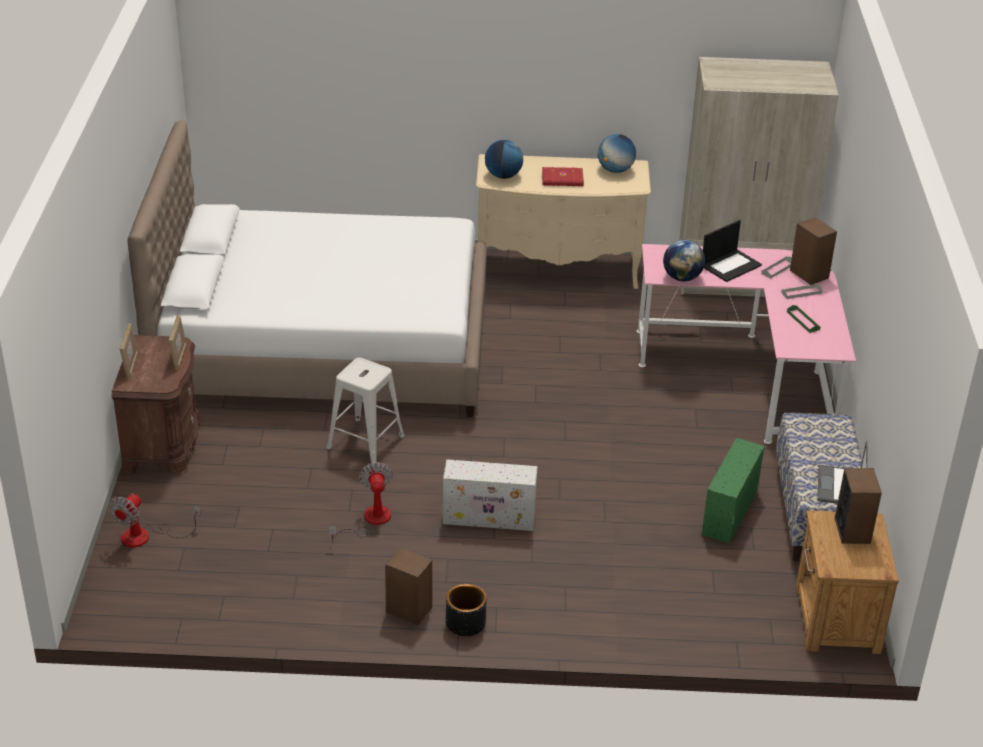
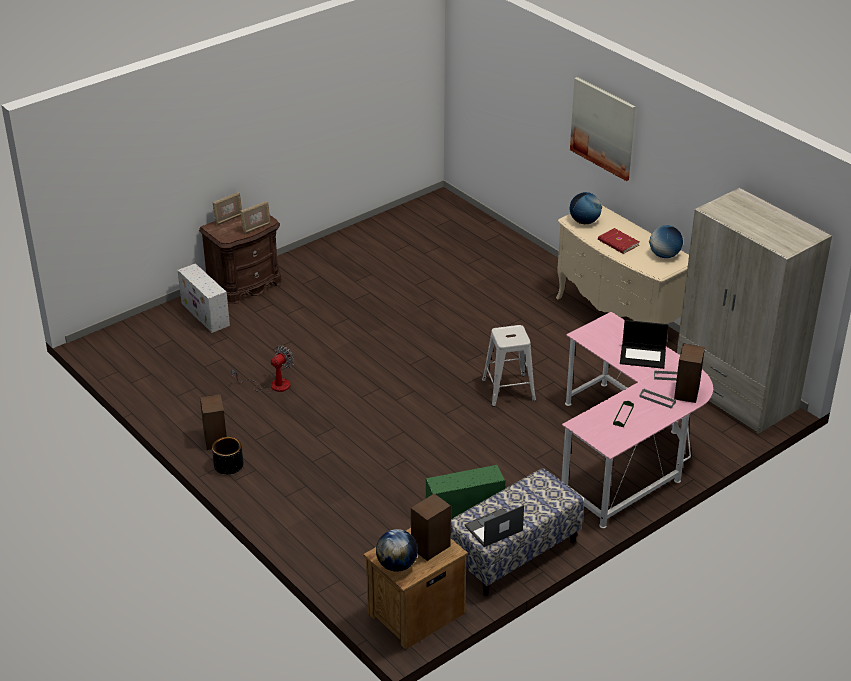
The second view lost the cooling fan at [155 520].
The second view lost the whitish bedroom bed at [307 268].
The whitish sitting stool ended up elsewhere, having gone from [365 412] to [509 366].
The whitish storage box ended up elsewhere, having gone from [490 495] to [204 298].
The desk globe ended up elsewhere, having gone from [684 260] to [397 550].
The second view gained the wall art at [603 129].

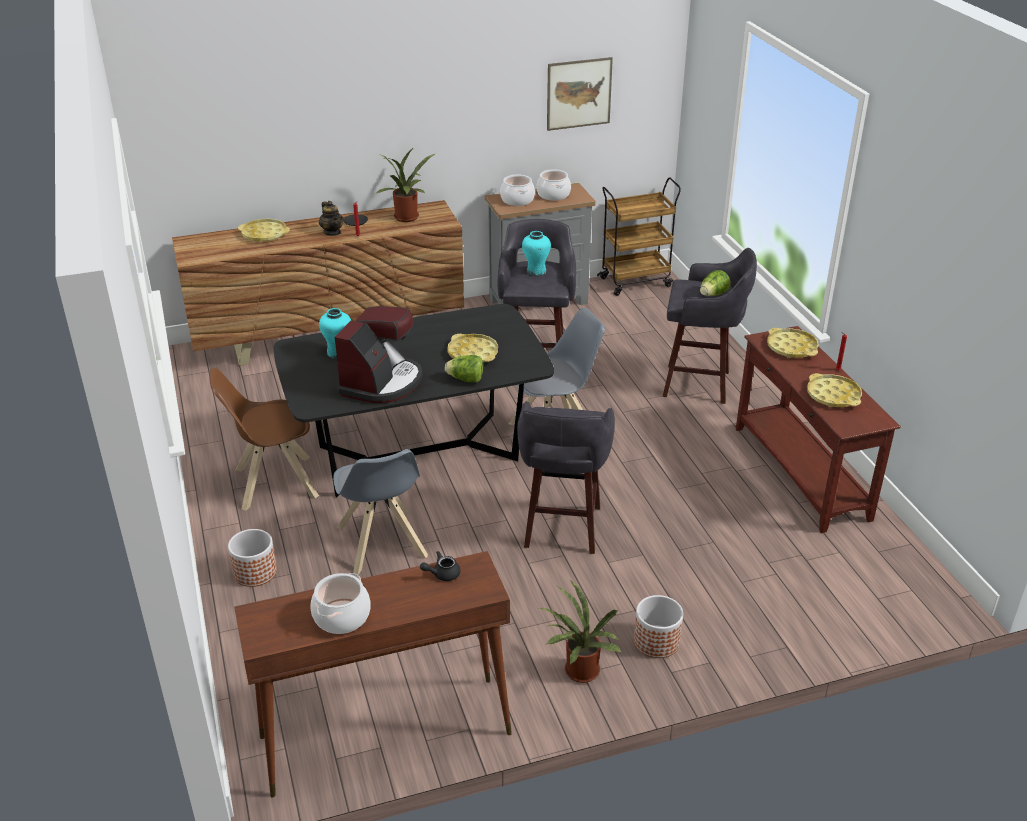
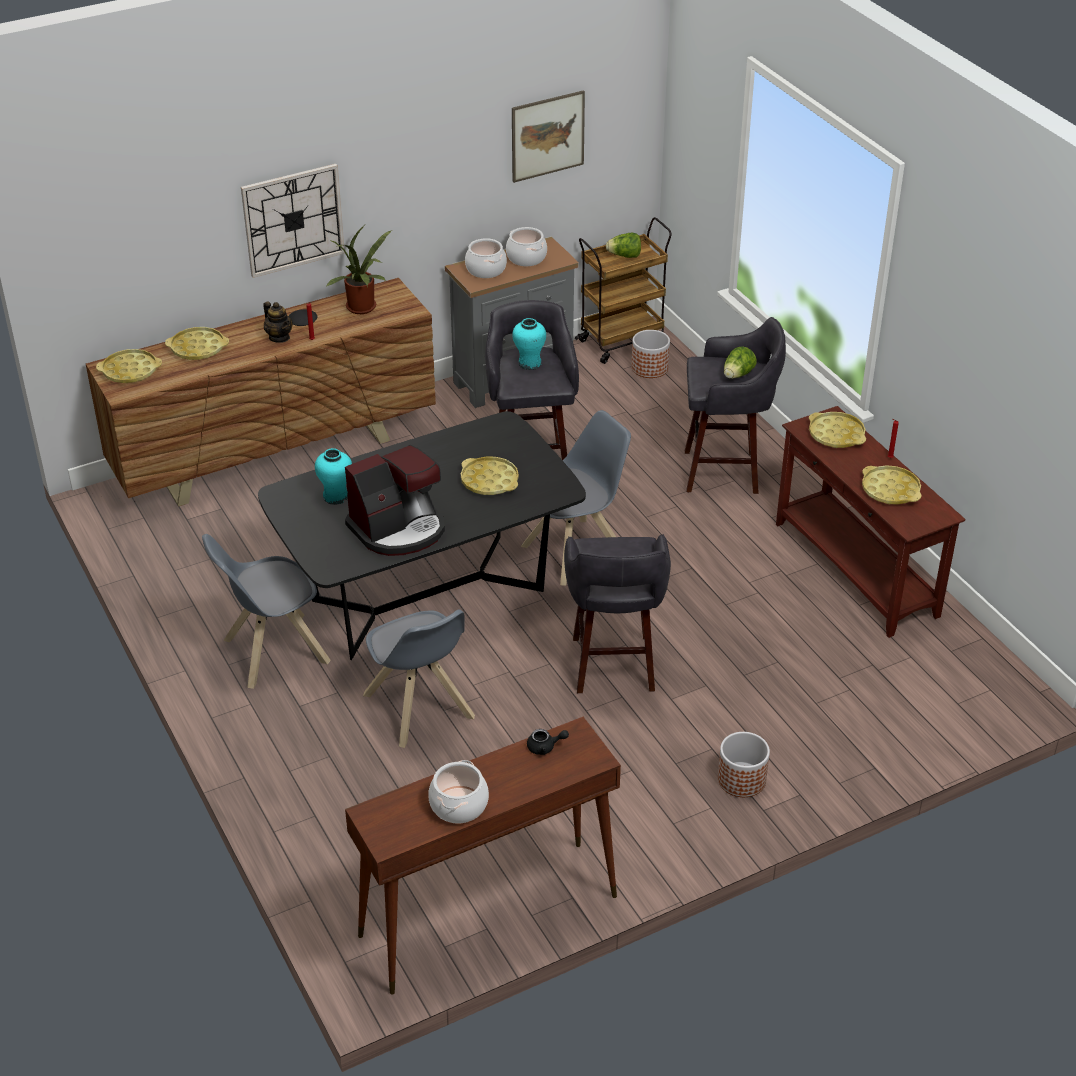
What was the brown upright chair at [264 439] turned into the greyish upright chair at [266 611].
The planter ended up elsewhere, having gone from [252 558] to [651 354].
The coffee brewer at [378 354] ended up facing another way, 45 degrees clockwise from before.
The black-coloured pot for tea at [440 566] ended up facing another way, 150 degrees counterclockwise from before.
The lettuce ended up elsewhere, having gone from [464 369] to [623 245].
The second view lost the houseplant at [580 631].
The second view gained the yellowish tray at [129 366].
The second view gained the clock on the wall at [293 221].

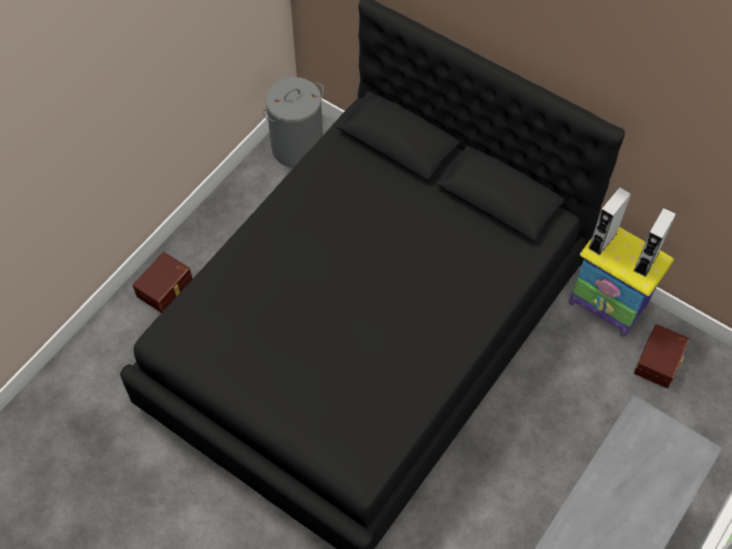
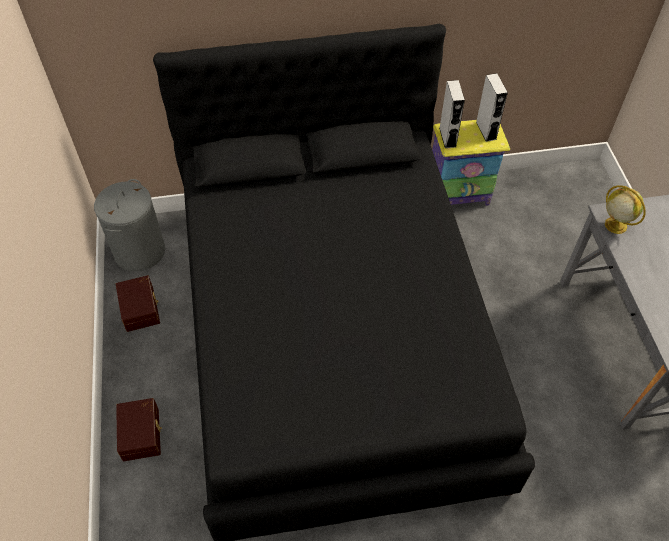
The brown storage box ended up elsewhere, having gone from [662 356] to [138 303].
The second view gained the desk globe at [625 209].

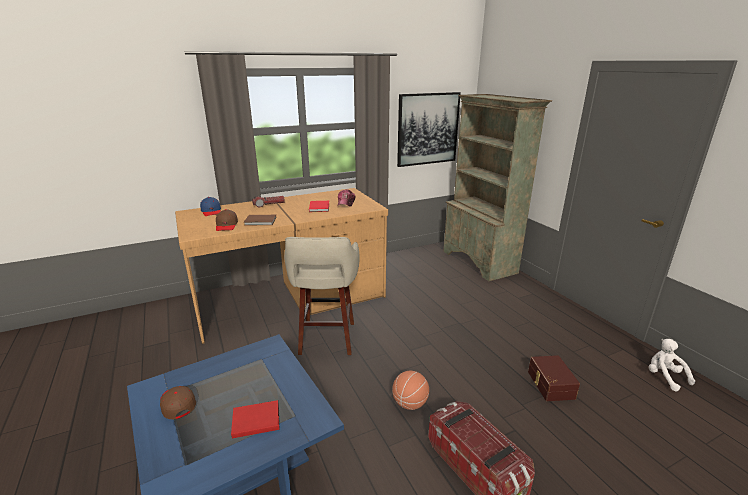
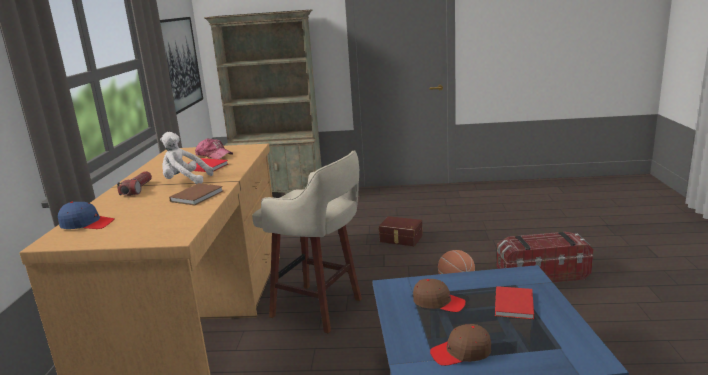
The brown peaked cap ended up elsewhere, having gone from [227 220] to [439 295].
The brown storage box ended up elsewhere, having gone from [554 378] to [401 231].
The whitish cuddly toy ended up elsewhere, having gone from [672 365] to [186 158].

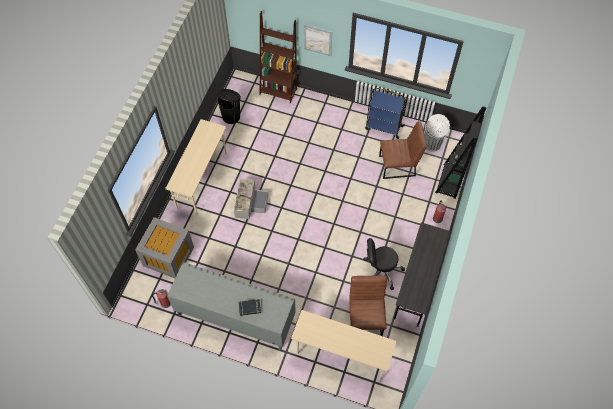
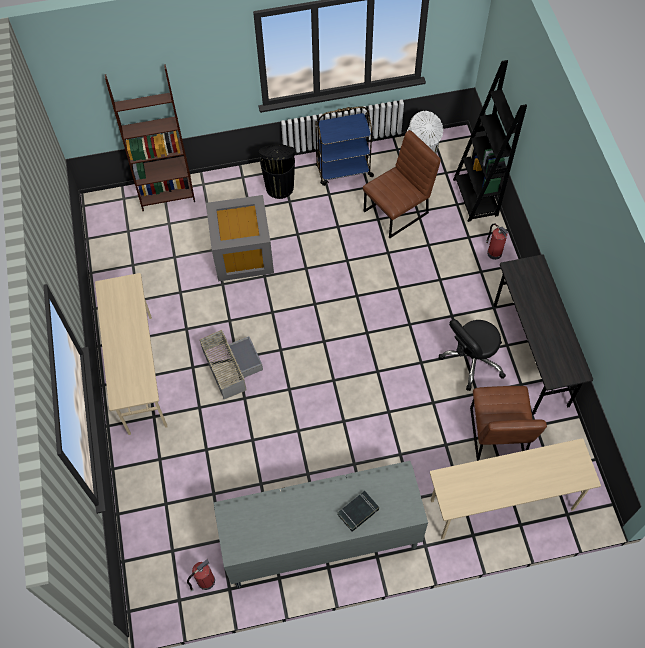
The greyish storage box ended up elsewhere, having gone from [164 247] to [240 238].
The black-coloured waste bin ended up elsewhere, having gone from [229 106] to [277 171].
The second view lost the wall art at [318 40].
The brown upright chair at [368 306] ended up facing another way, 150 degrees counterclockwise from before.

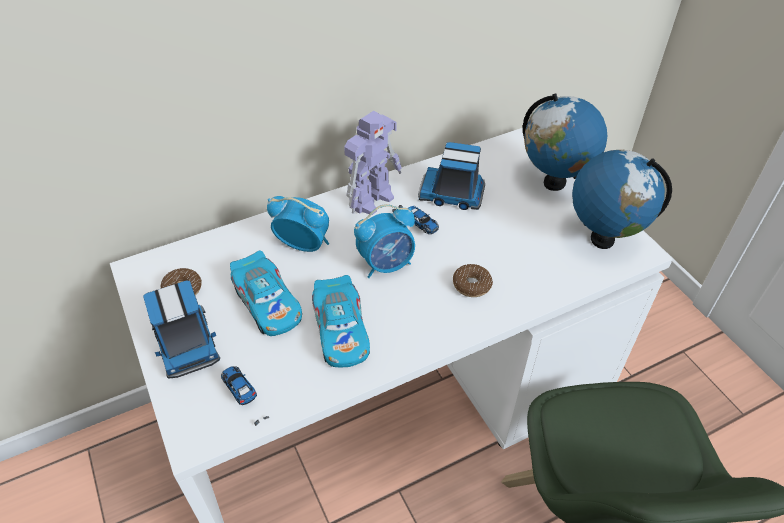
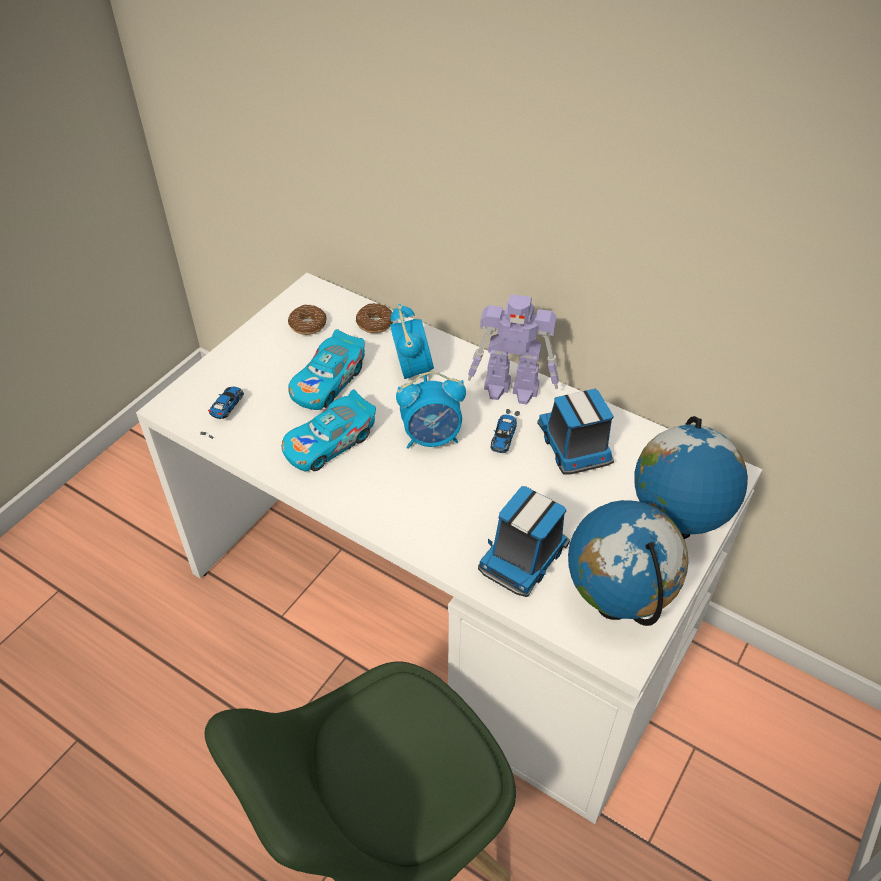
The model truck ended up elsewhere, having gone from [181 329] to [524 541].
The table clock at [384 241] ended up facing another way, 45 degrees counterclockwise from before.
The doughnut ended up elsewhere, having gone from [473 280] to [375 318].

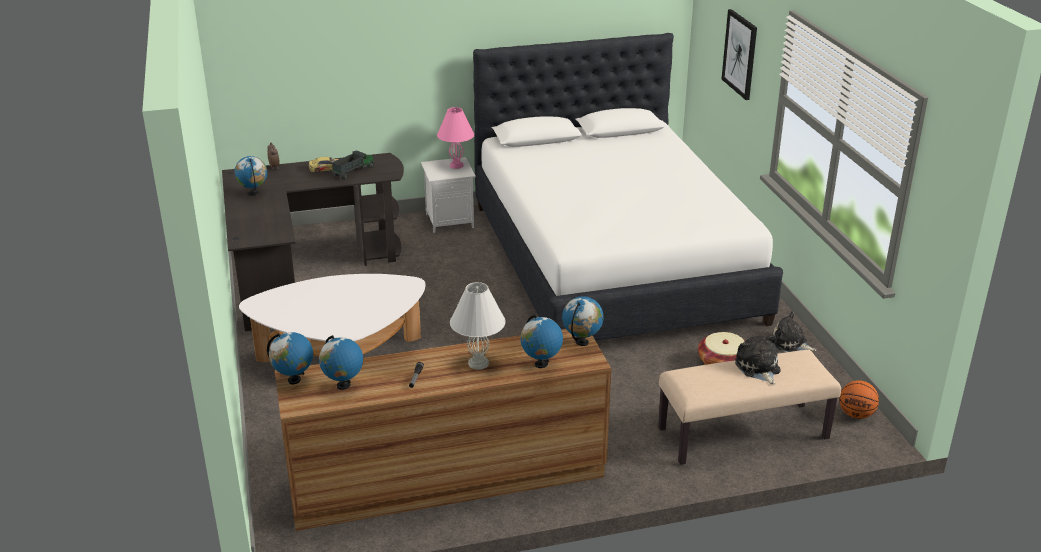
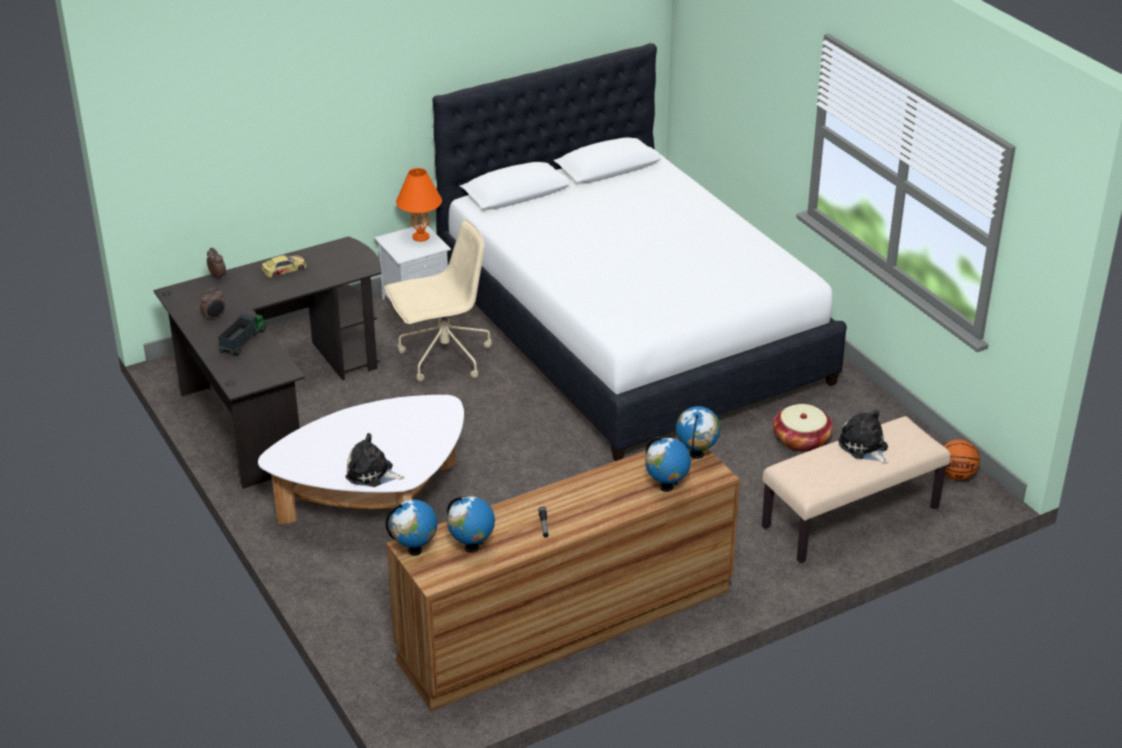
Where the desk globe stood at [250 176], the table clock came to stand at [212 304].
The model truck ended up elsewhere, having gone from [353 164] to [242 334].
What was the pink-coloured tabletop lamp at [455 138] turned into the orange tabletop lamp at [419 205].
The second view lost the whitish tabletop lamp at [478 326].
The second view lost the wall art at [739 54].
The cuddly toy ended up elsewhere, having gone from [794 332] to [375 460].
The second view gained the beige-coloured desk chair at [438 300].

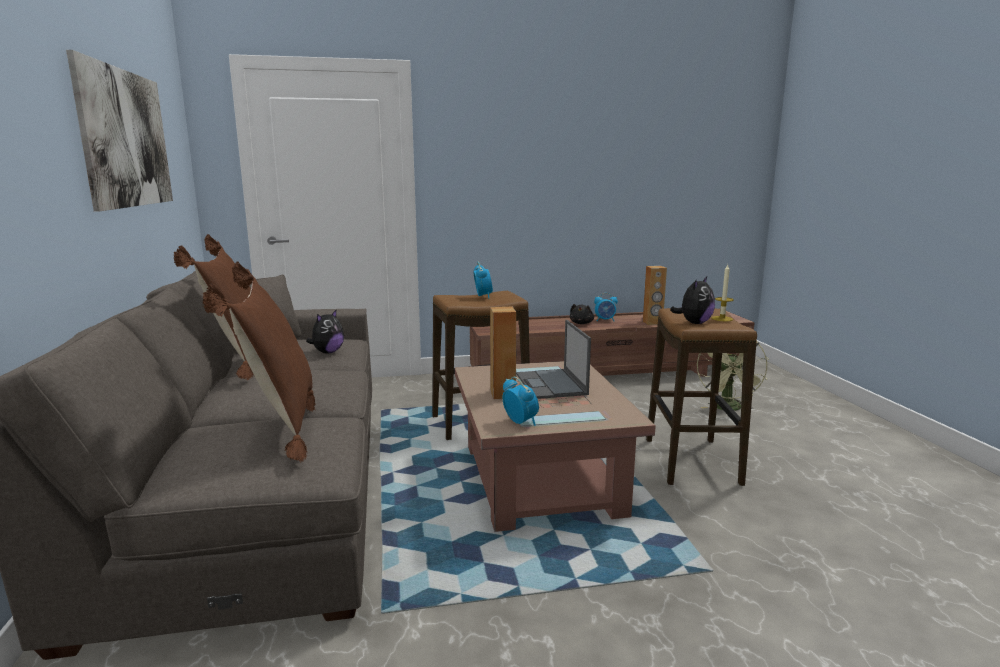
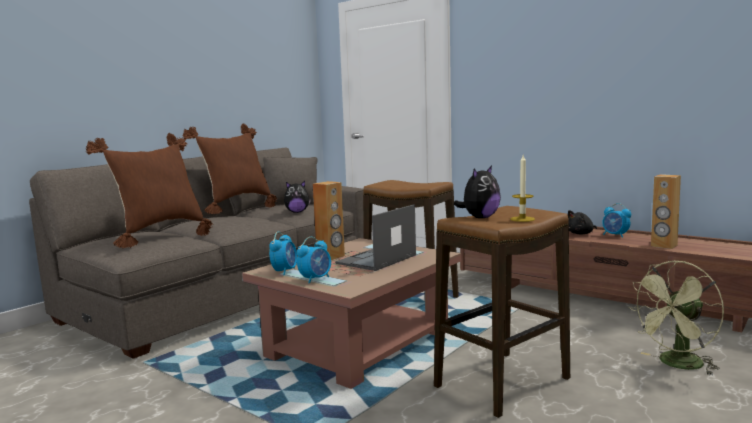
The second view lost the wall art at [119 131].
The table clock ended up elsewhere, having gone from [483 280] to [314 260].
The cuddly toy at [692 300] ended up facing another way, 45 degrees counterclockwise from before.

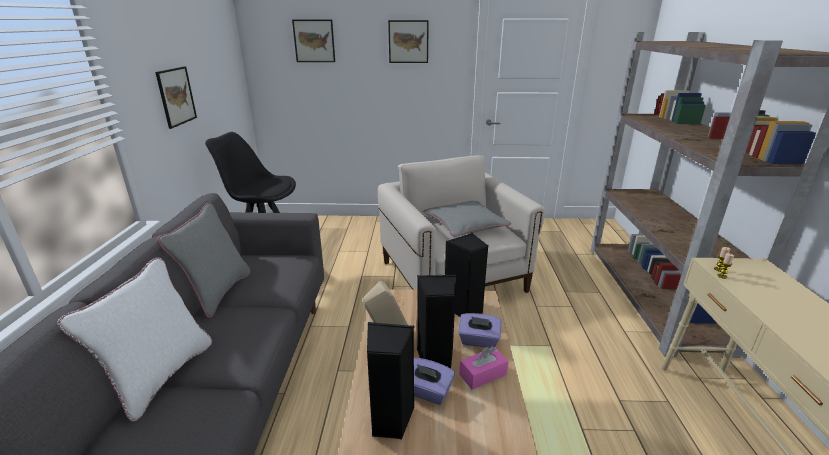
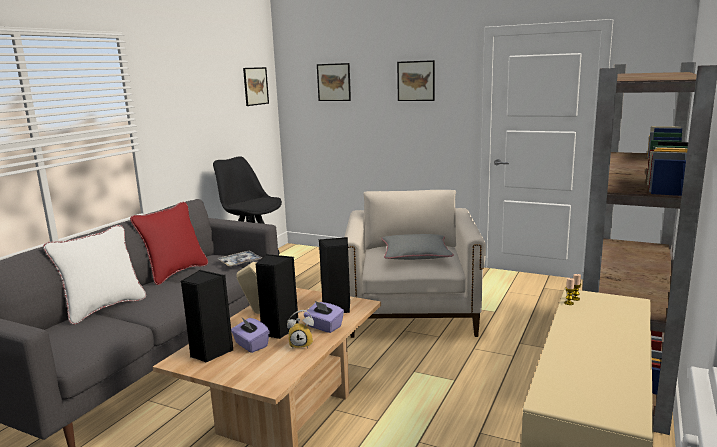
The wall art ended up elsewhere, having gone from [176 97] to [256 86].
What was the greyish cushion at [203 260] turned into the reddish cushion at [169 243].
Where the pink-coloured tissue box stood at [484 368], the table clock came to stand at [300 329].
The second view gained the tray at [239 258].

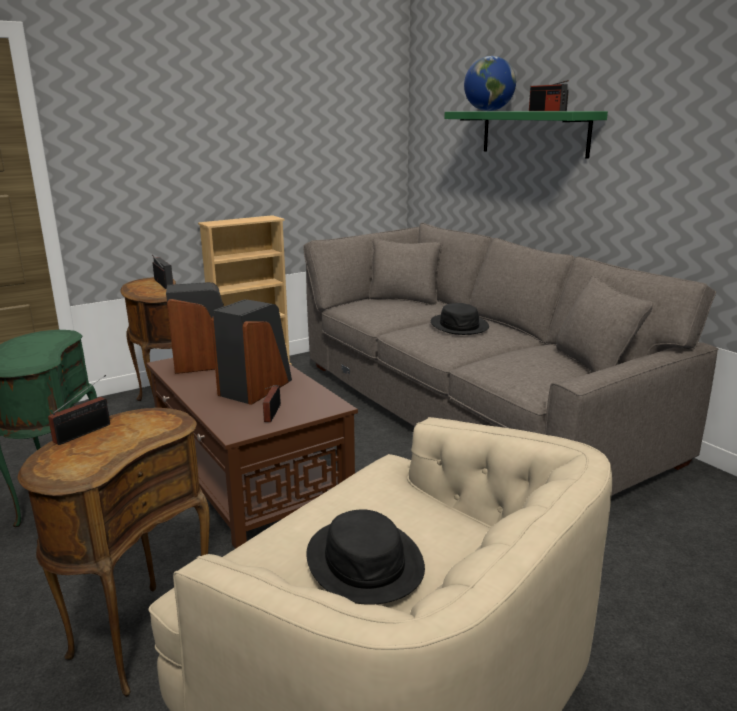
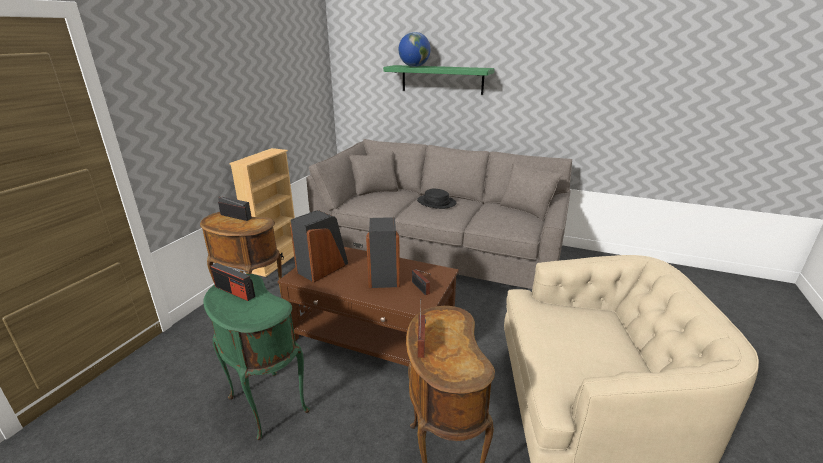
The second view lost the black-coloured clothing hat at [365 557].
The radio ended up elsewhere, having gone from [549 95] to [233 282].

